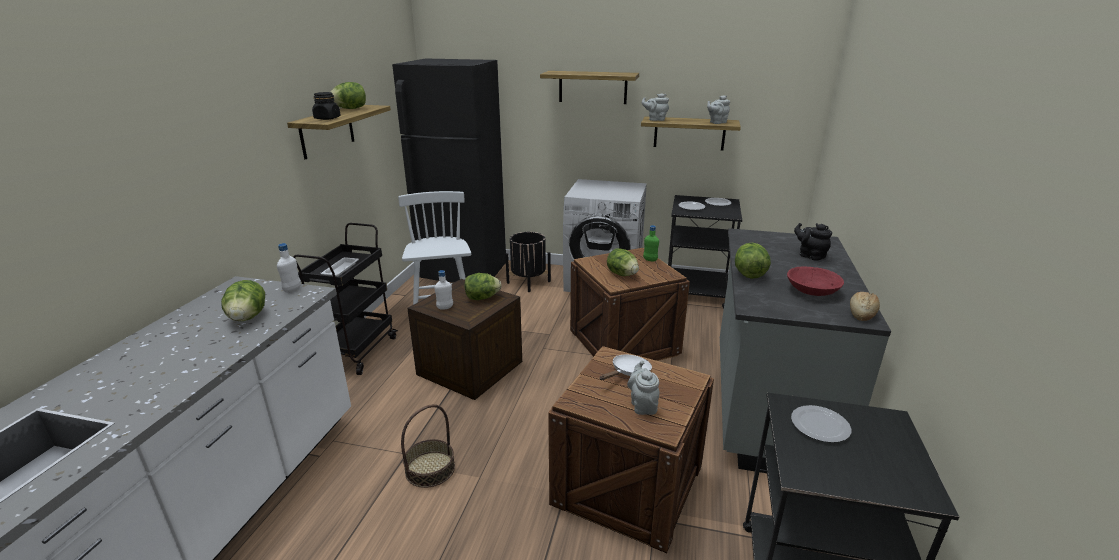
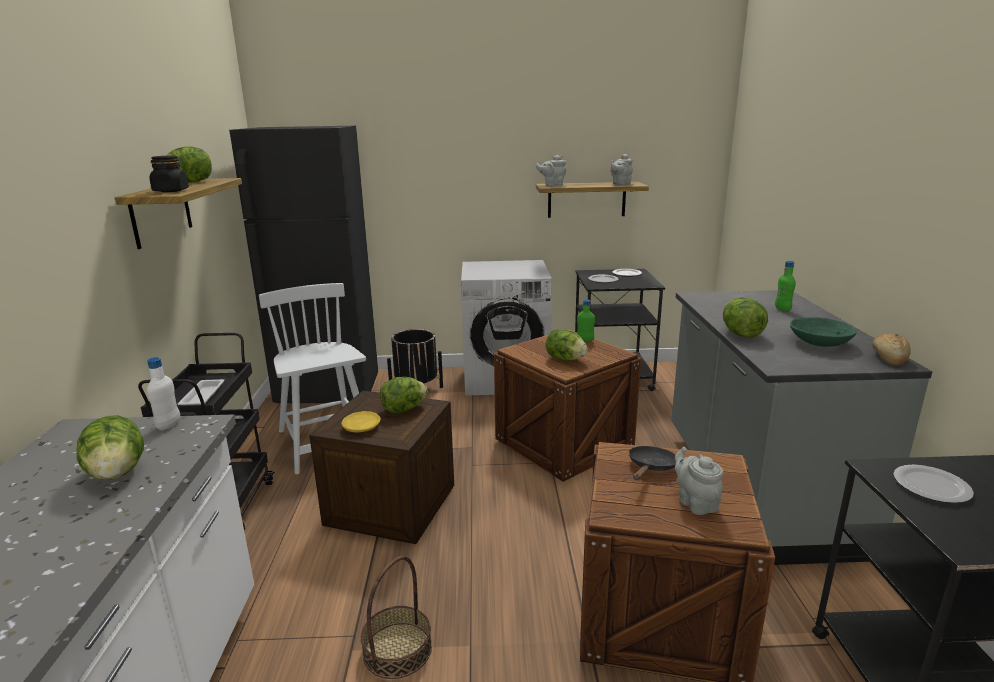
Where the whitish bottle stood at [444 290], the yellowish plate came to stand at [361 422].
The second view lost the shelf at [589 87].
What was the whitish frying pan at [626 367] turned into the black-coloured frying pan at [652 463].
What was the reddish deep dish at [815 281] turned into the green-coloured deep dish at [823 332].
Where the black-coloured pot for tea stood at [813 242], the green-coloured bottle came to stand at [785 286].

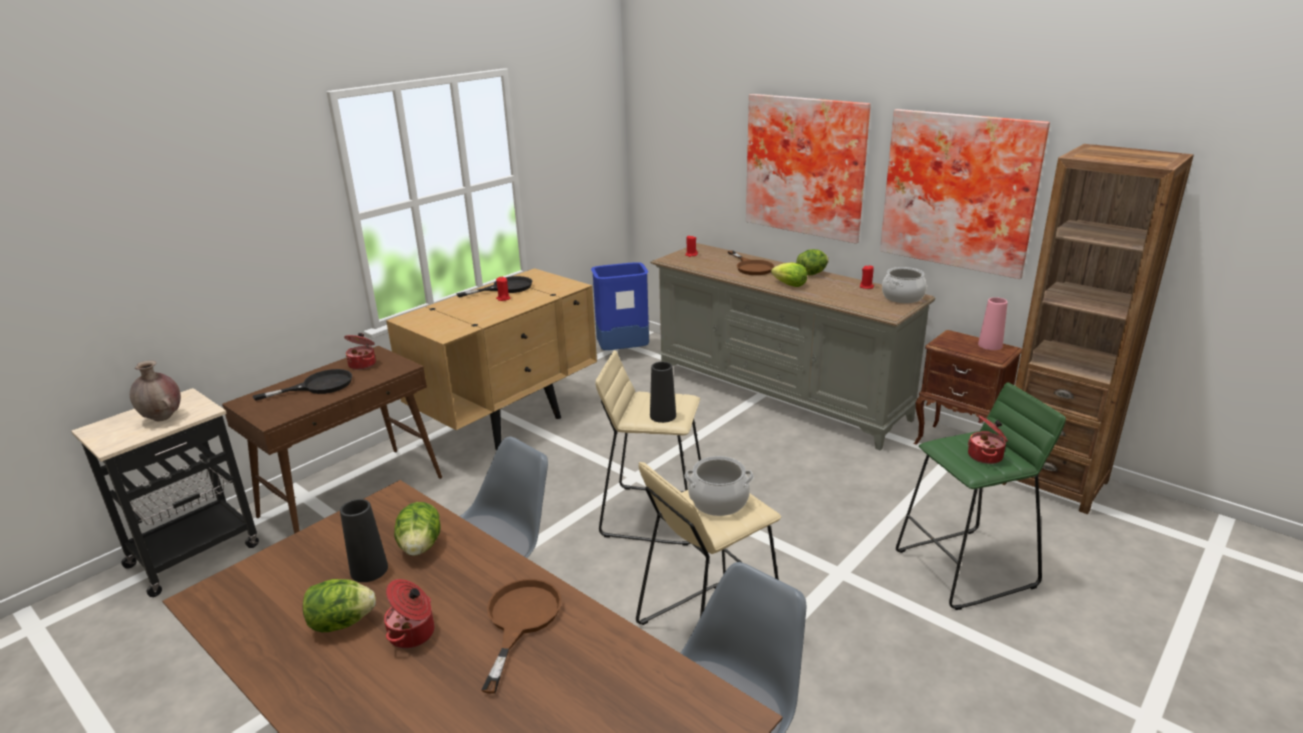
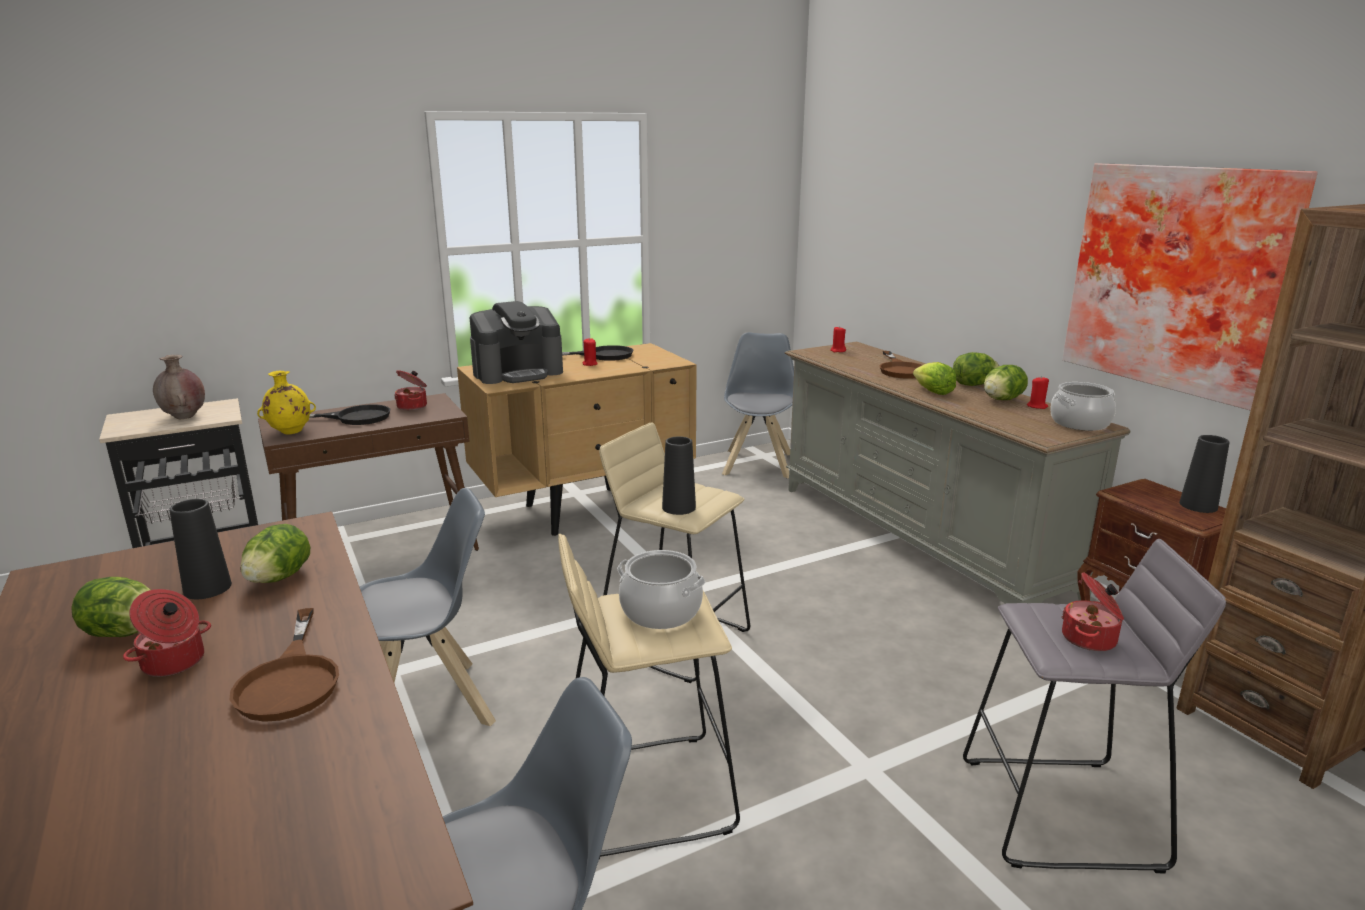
The brown frying pan at [521 636] ended up facing another way, 135 degrees clockwise from before.
Where the blue-coloured waste bin stood at [620 306], the greyish upright chair came to stand at [758 405].
The second view lost the wall art at [808 169].
What was the green-coloured sitting stool at [981 496] turned into the greyish sitting stool at [1094 706].
What was the pink-coloured flower vase at [993 323] turned into the black-coloured flower vase at [1204 474].
The second view gained the yellowish flower vase at [286 402].
The second view gained the coffee brewer at [516 342].
The second view gained the lettuce at [1006 382].

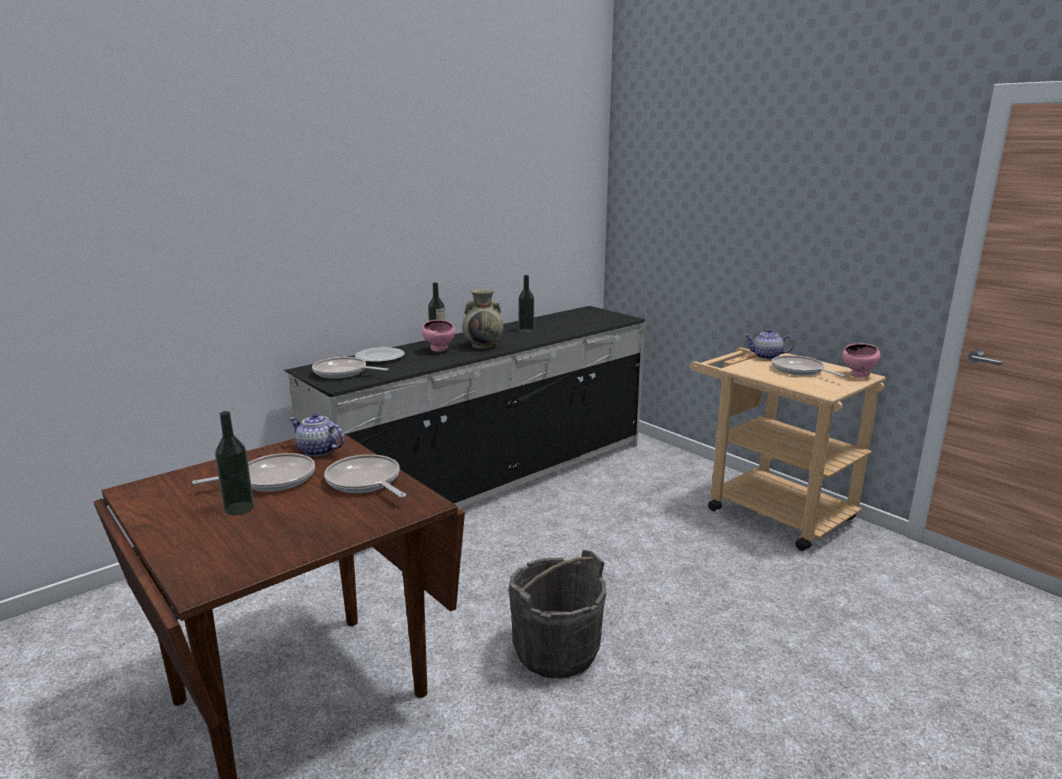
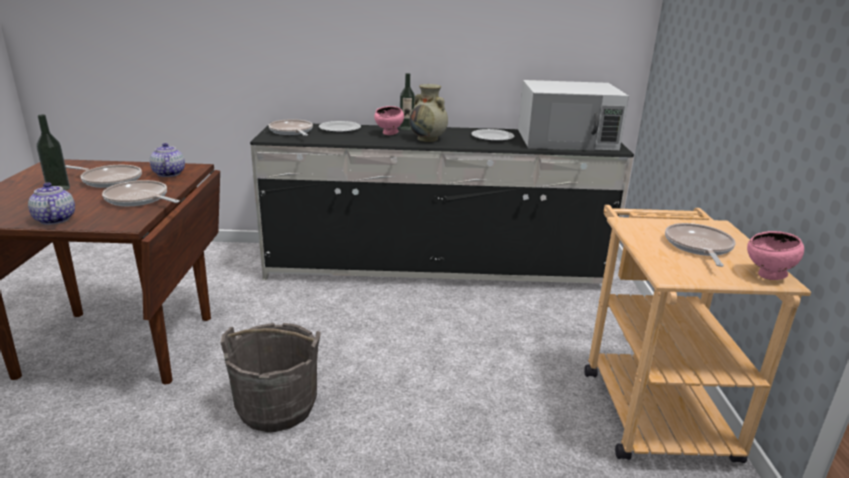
The frying pan at [365 476] ended up facing another way, 60 degrees counterclockwise from before.
Where the bottle stood at [526 304], the plate came to stand at [492 135].
The pot for tea ended up elsewhere, having gone from [769 344] to [51 204].
The second view gained the whitish microwave oven at [573 115].

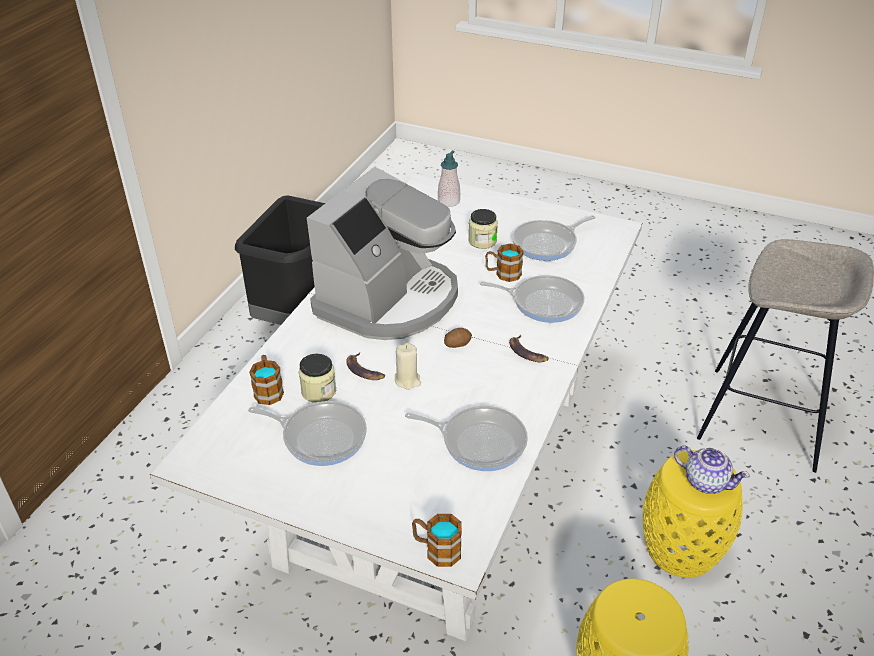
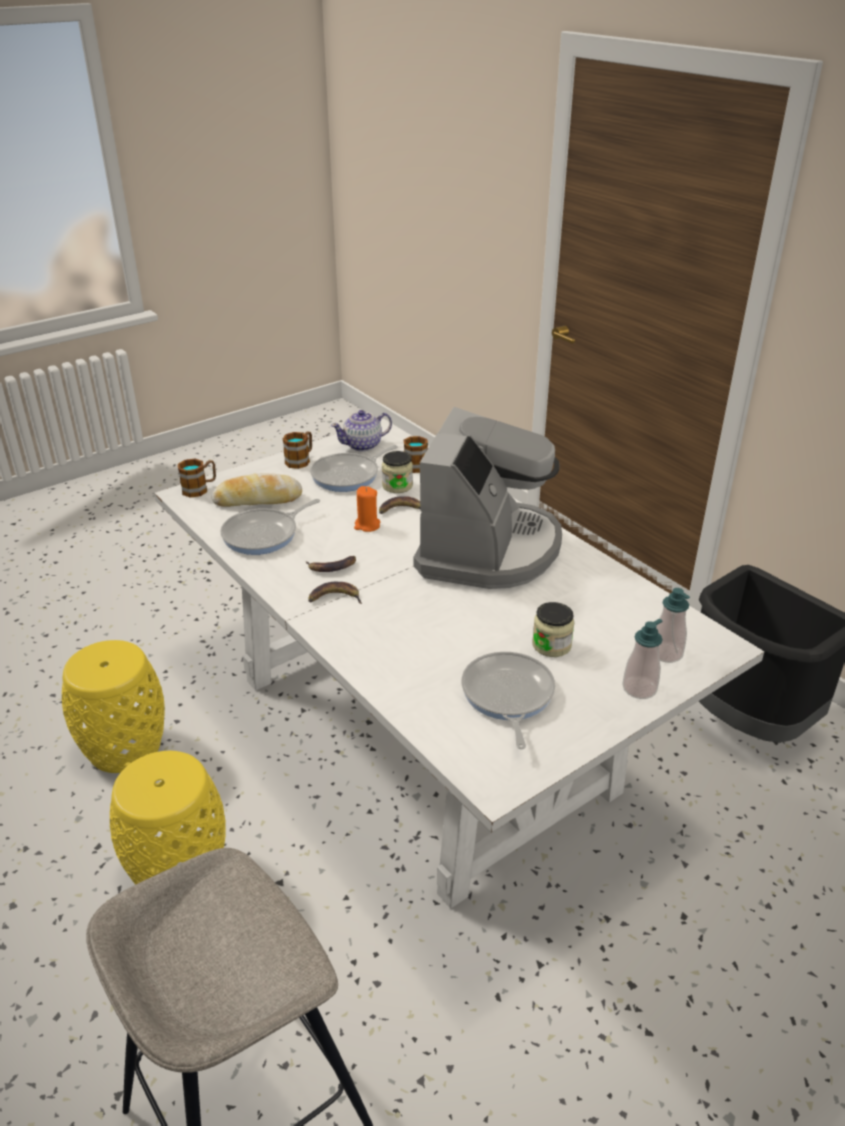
The coffee brewer at [382 253] ended up facing another way, 135 degrees counterclockwise from before.
What was the beige-coloured wax candle at [408 366] turned into the orange wax candle at [367 509].
The second view lost the spud at [458 338].
The second view lost the frying pan at [532 299].
The coffee mug ended up elsewhere, having gone from [504 262] to [297 450].
The pot for tea ended up elsewhere, having gone from [712 470] to [361 430].
The second view gained the baked bread at [256 490].
The second view gained the banana fruit at [331 564].
The second view gained the soap dispenser at [642 659].

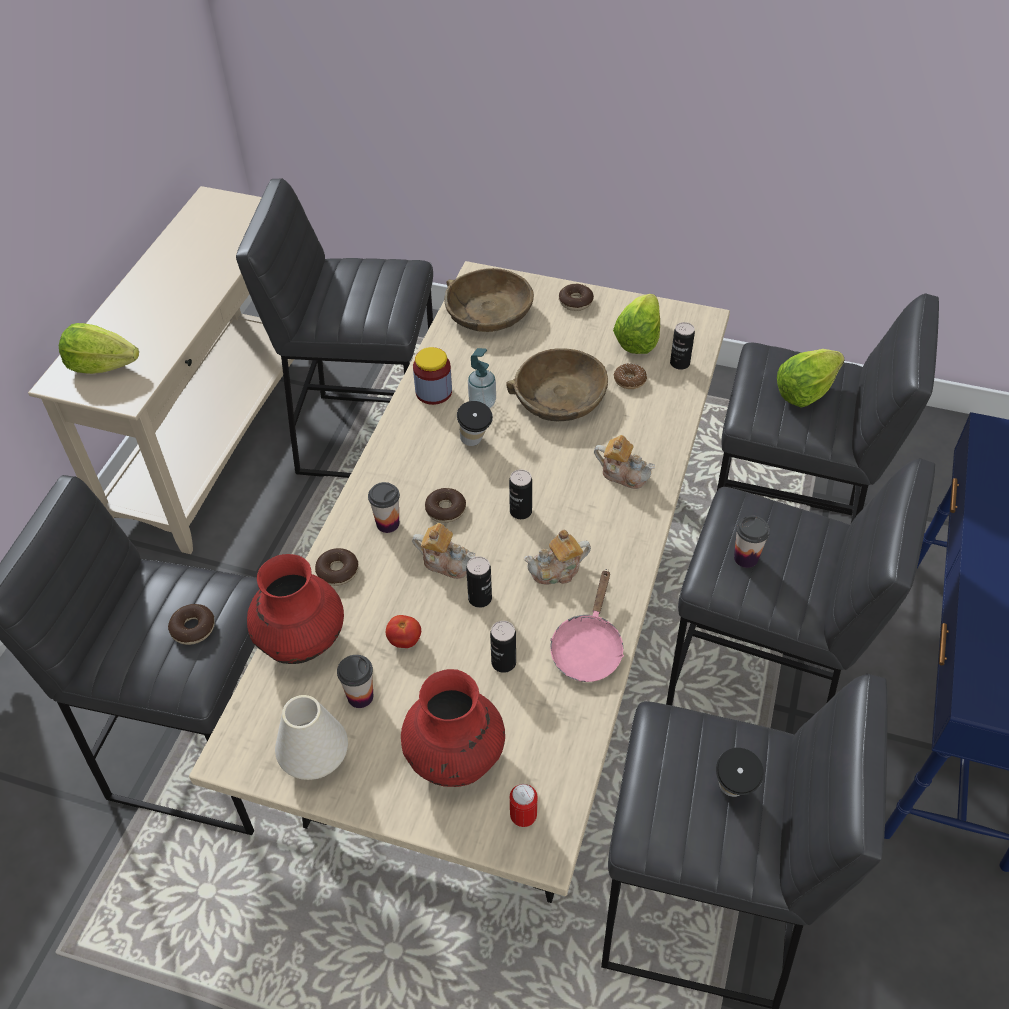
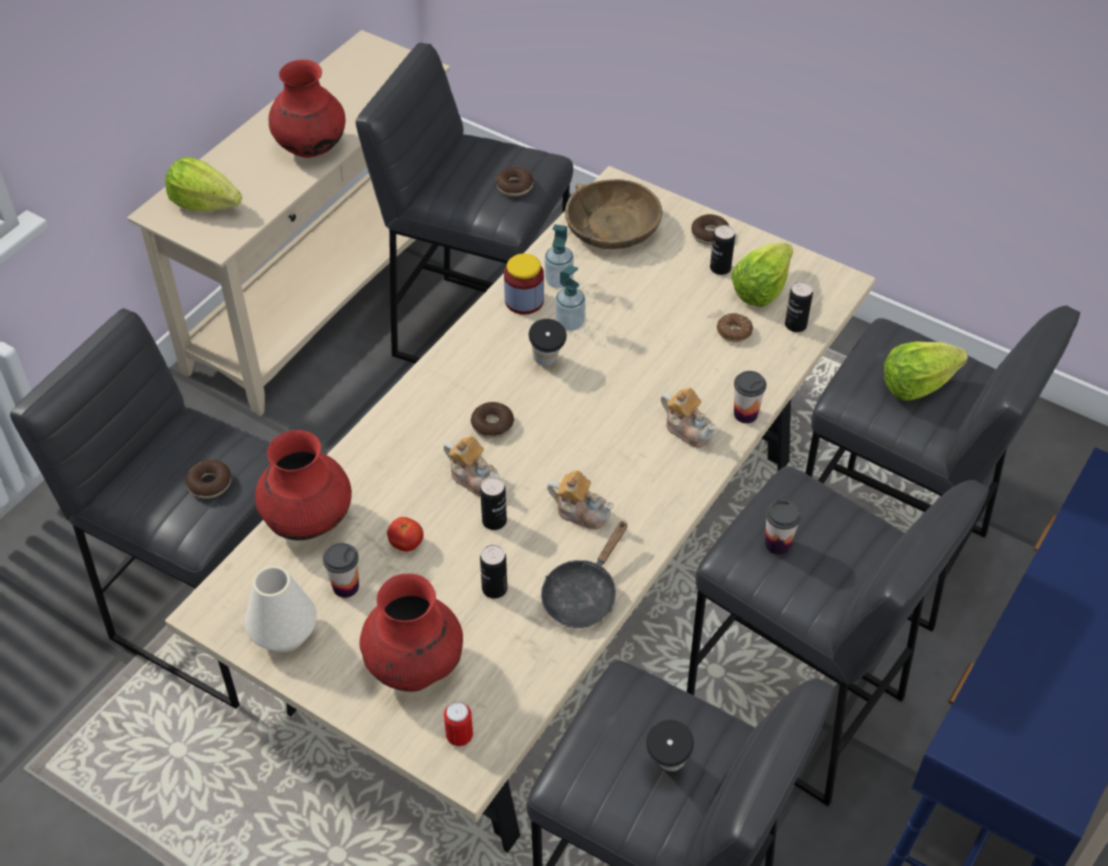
The doughnut ended up elsewhere, having gone from [337 567] to [514 181].
The drinking cup ended up elsewhere, having gone from [384 507] to [750 397].
The second view lost the brown deep dish at [557 384].
The sealed can ended up elsewhere, having gone from [520 494] to [722 250].
The pot for tea at [557 556] ended up facing another way, 150 degrees counterclockwise from before.
What was the pink-coloured frying pan at [587 625] turned into the black-coloured frying pan at [584 574].
The second view gained the reddish flower vase at [307 109].
The second view gained the soap dispenser at [559 256].

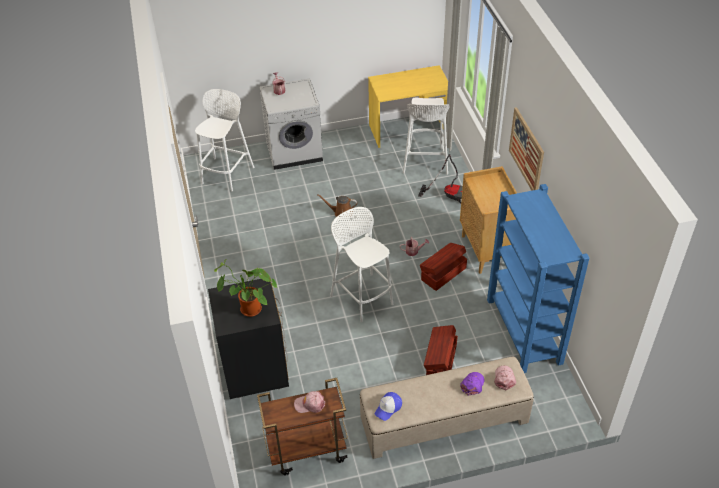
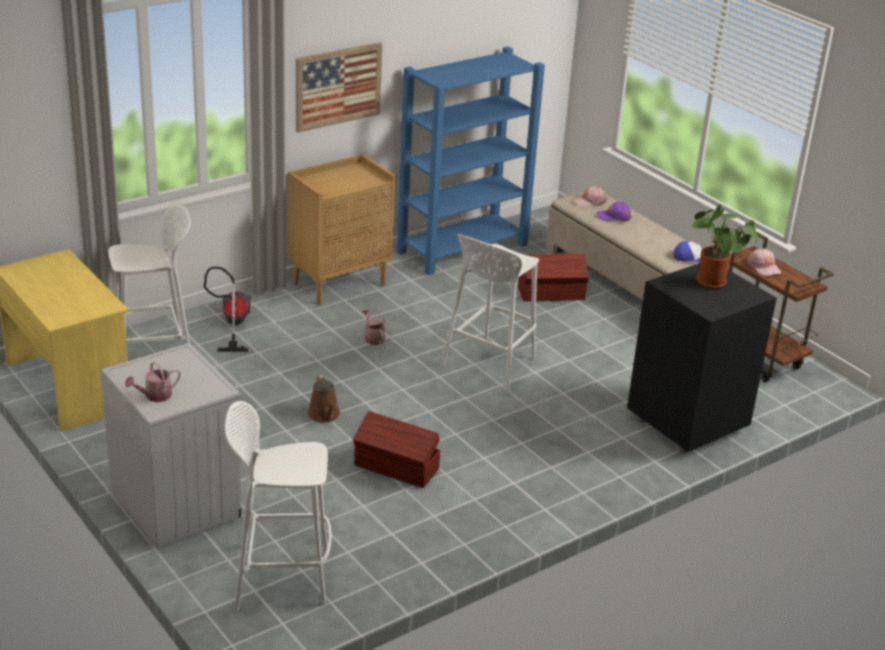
The brown storage box ended up elsewhere, having gone from [443 267] to [396 449].

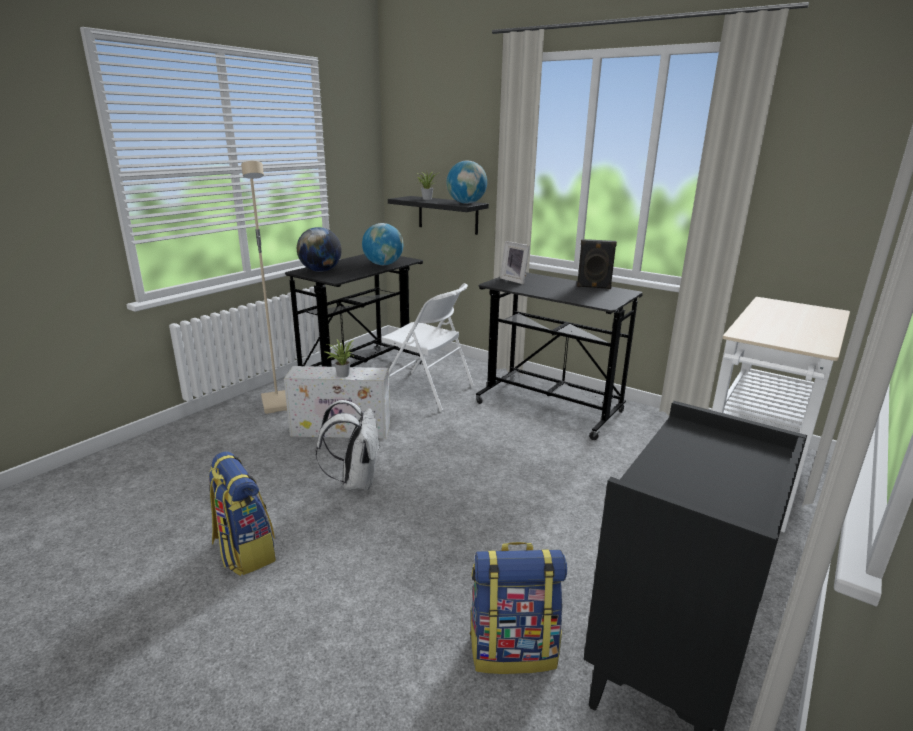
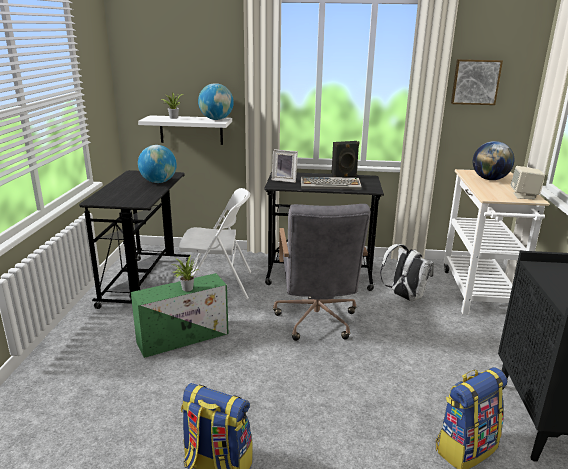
The second view lost the beige-coloured standing lamp at [264 287].
What was the whitish storage box at [337 402] turned into the green-coloured storage box at [180 315].
The desk globe ended up elsewhere, having gone from [319 249] to [494 160].
The whitish backpack ended up elsewhere, having gone from [348 445] to [407 272].
What was the black-coloured shelf at [438 215] turned into the whitish shelf at [185 130].
The second view gained the greyish desk chair at [321 272].
The second view gained the computer keyboard at [331 183].
The second view gained the wall art at [477 82].
The second view gained the beige-coloured audio speaker at [527 182].

